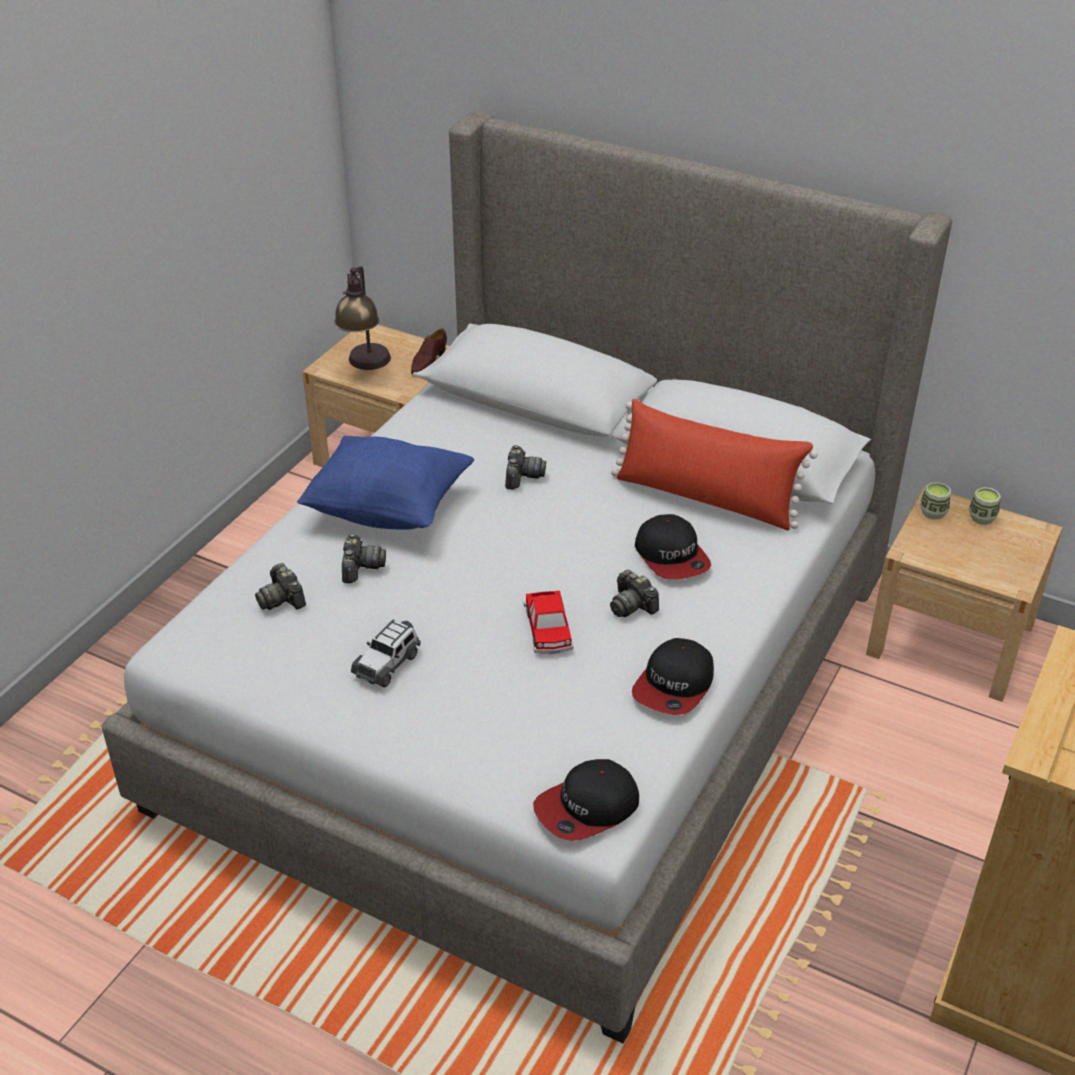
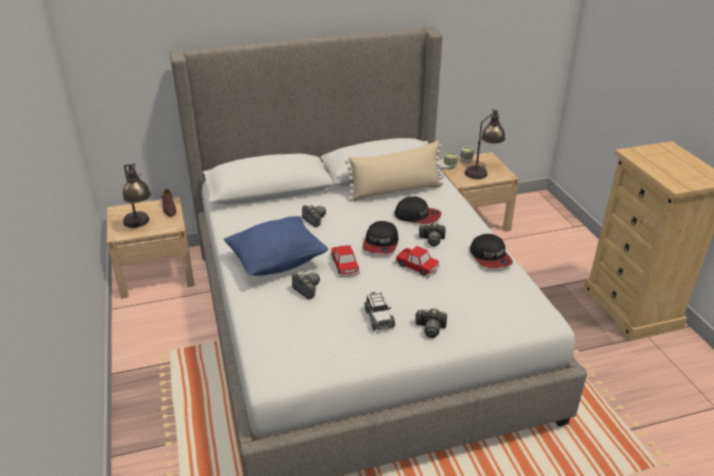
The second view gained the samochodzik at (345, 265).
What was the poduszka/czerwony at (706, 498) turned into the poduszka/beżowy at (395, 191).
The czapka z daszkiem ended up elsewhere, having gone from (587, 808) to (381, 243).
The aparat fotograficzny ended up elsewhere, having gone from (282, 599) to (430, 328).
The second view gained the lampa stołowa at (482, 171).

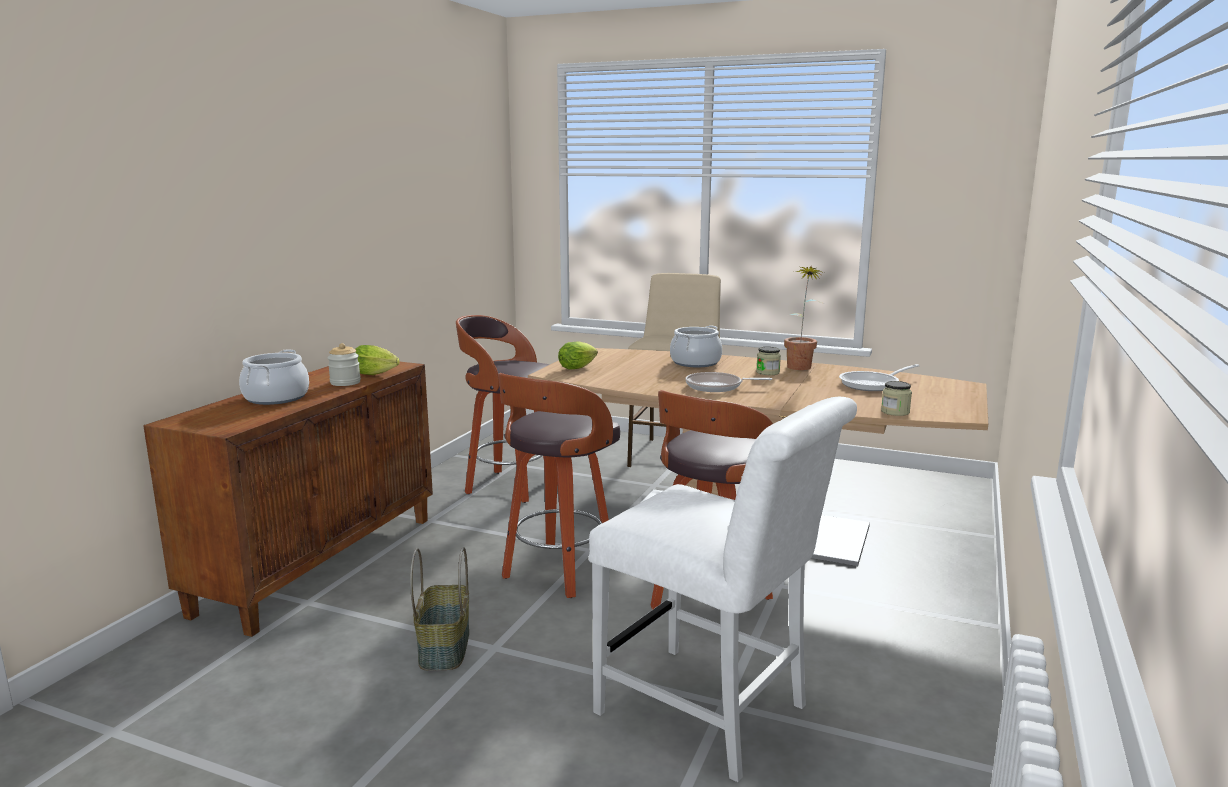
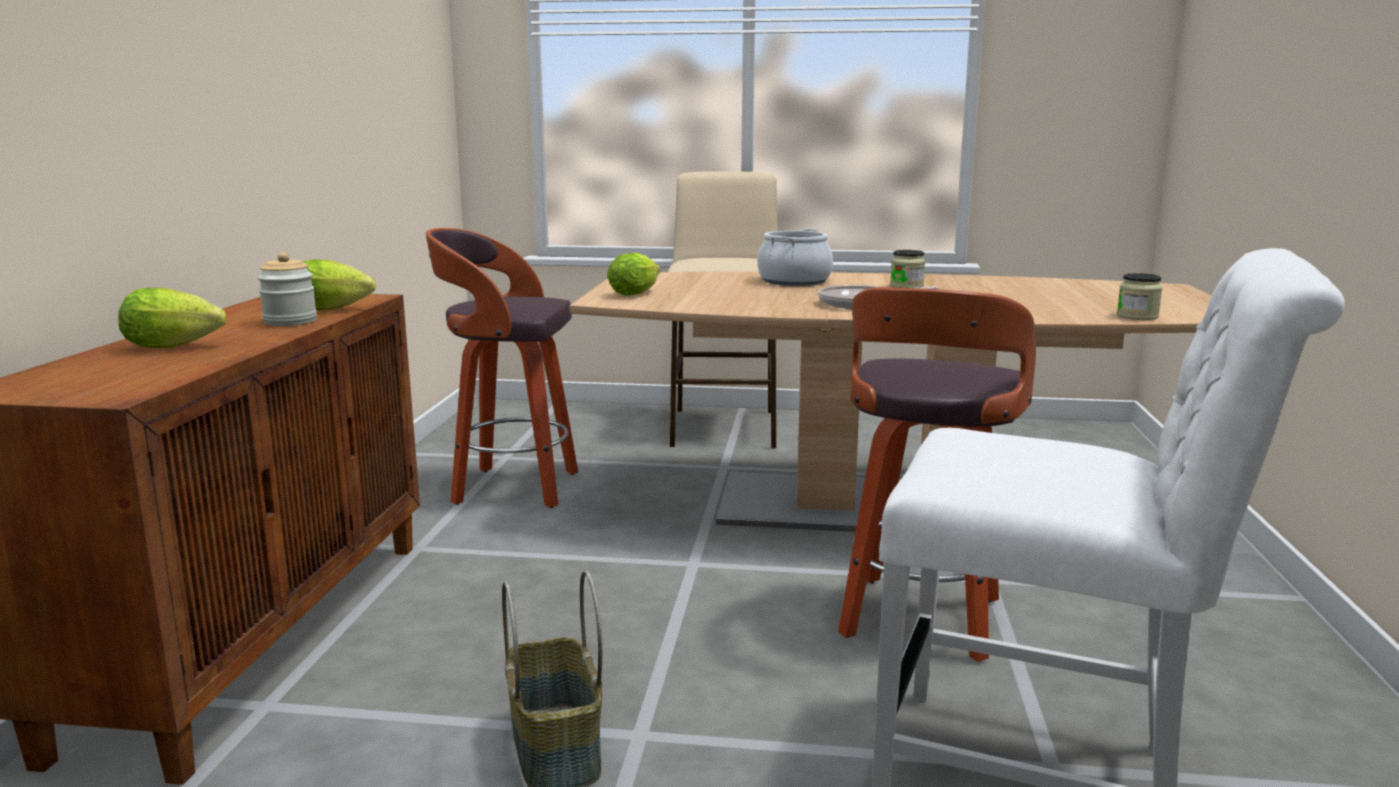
Where the garnek stood at (276, 398), the sałata came to stand at (178, 347).
The second view lost the stołek at (558, 573).
The second view lost the roślina doniczkowa at (801, 365).
The second view lost the patelnia at (873, 384).

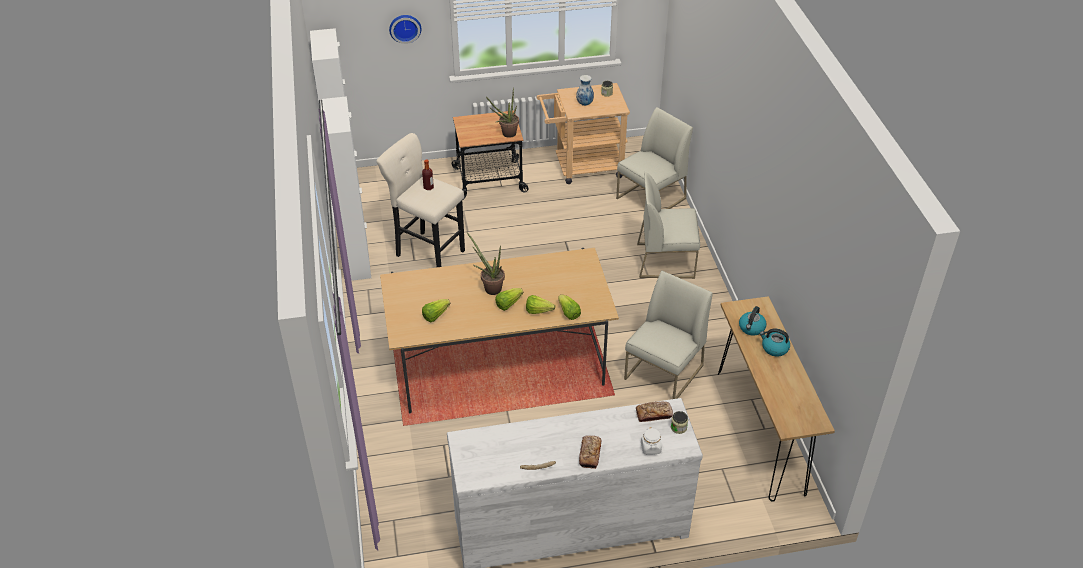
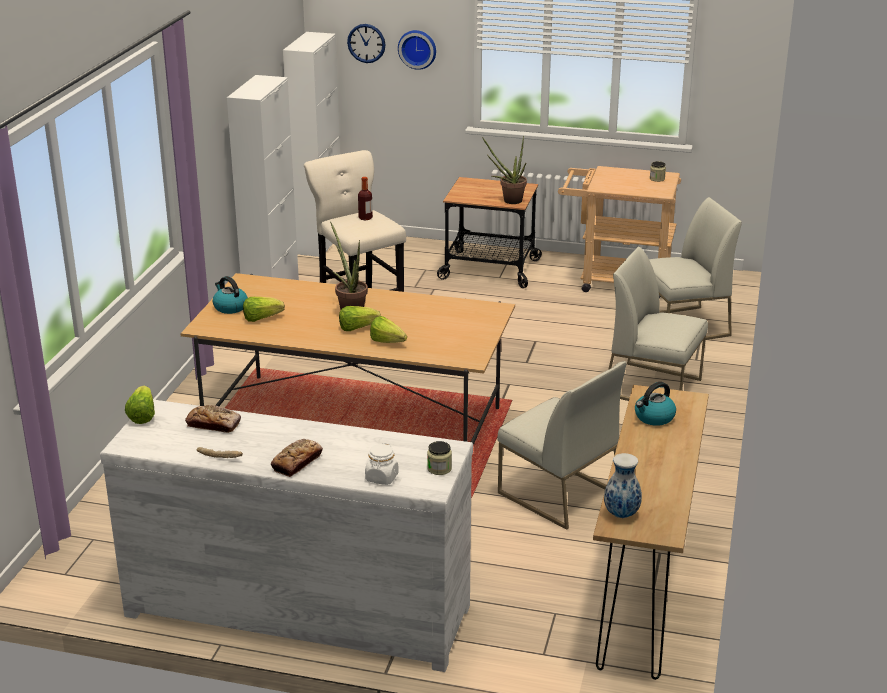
The sałata ended up elsewhere, having gone from (568, 313) to (142, 415).
The chleb ended up elsewhere, having gone from (653, 414) to (213, 424).
The czajnik ended up elsewhere, having gone from (774, 348) to (230, 307).
The second view gained the zegar ścienny at (366, 43).
The krzesło/biały at (664, 373) ended up facing another way, 75 degrees clockwise from before.
The wazon ended up elsewhere, having gone from (584, 104) to (621, 515).

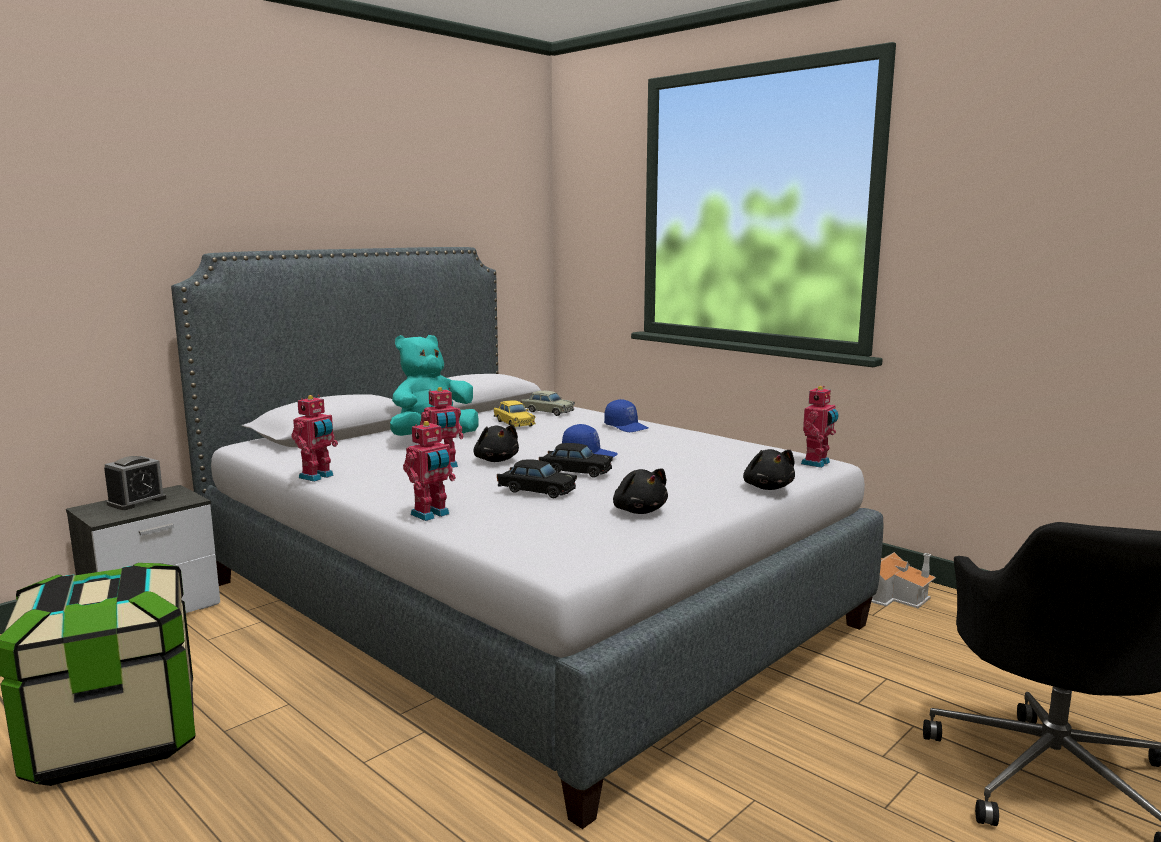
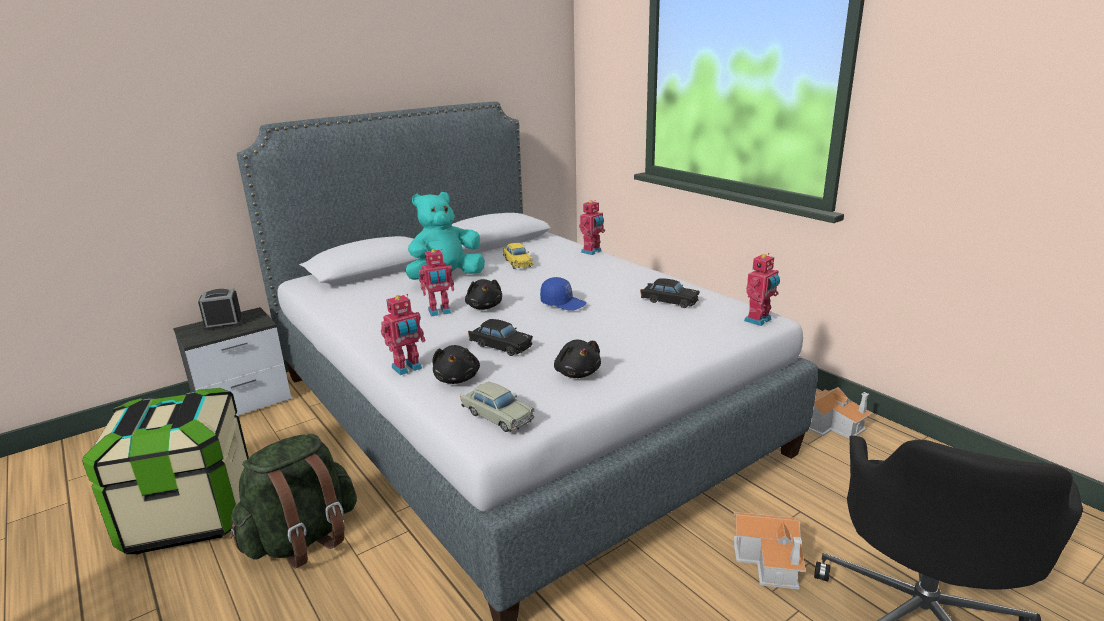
The budzik at (136, 501) ended up facing another way, 150 degrees counterclockwise from before.
The second view gained the plecak/zielony at (302, 539).
The pluszak/czarny ended up elsewhere, having gone from (767, 487) to (457, 378).
The samochodzik/beżowy ended up elsewhere, having gone from (547, 411) to (497, 416).
The robot zabawkowy ended up elsewhere, having gone from (317, 477) to (592, 252).
The samochodzik/czarny ended up elsewhere, having gone from (575, 471) to (669, 301).
The second view gained the domek at (770, 561).
The second view lost the czapka z daszkiem/niebieski at (626, 427).

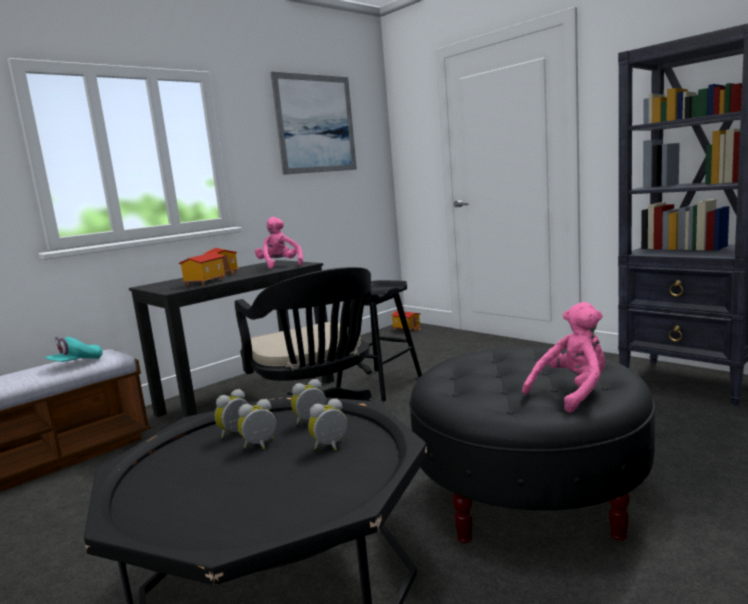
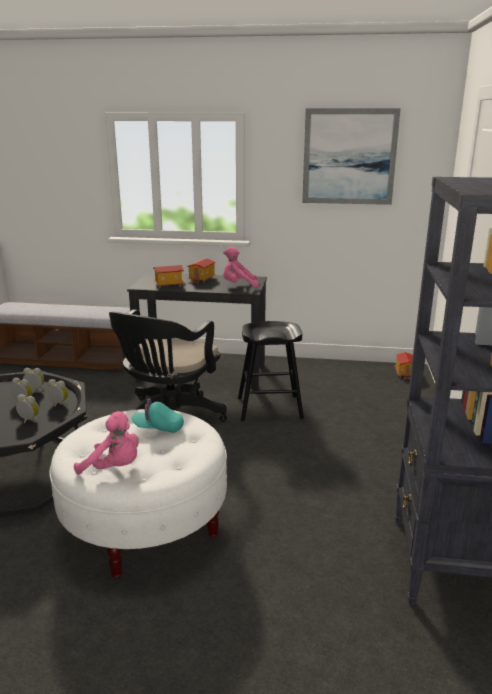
What was the pufa/czarny at (529, 495) turned into the pufa/biały at (145, 524).
The czapka z daszkiem/turkusowy ended up elsewhere, having gone from (76, 363) to (158, 428).
The pluszak/różowy at (280, 266) ended up facing another way, 120 degrees counterclockwise from before.

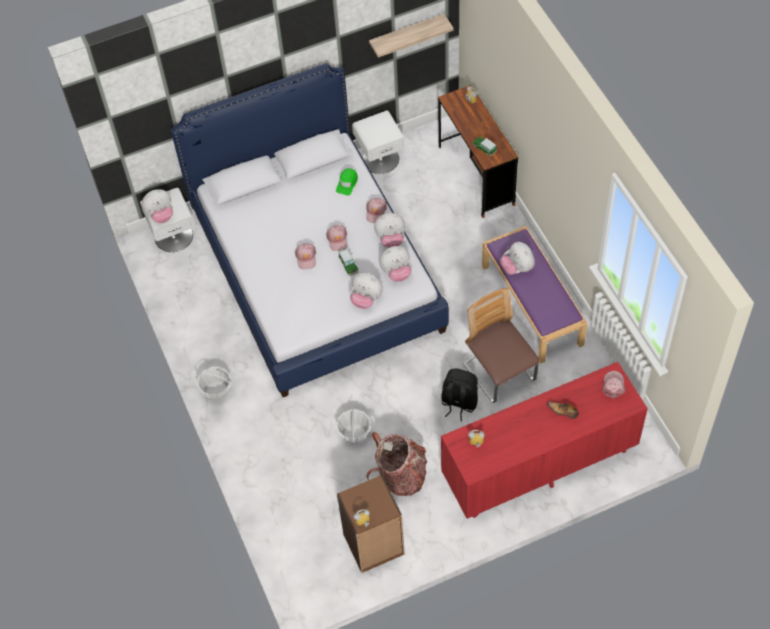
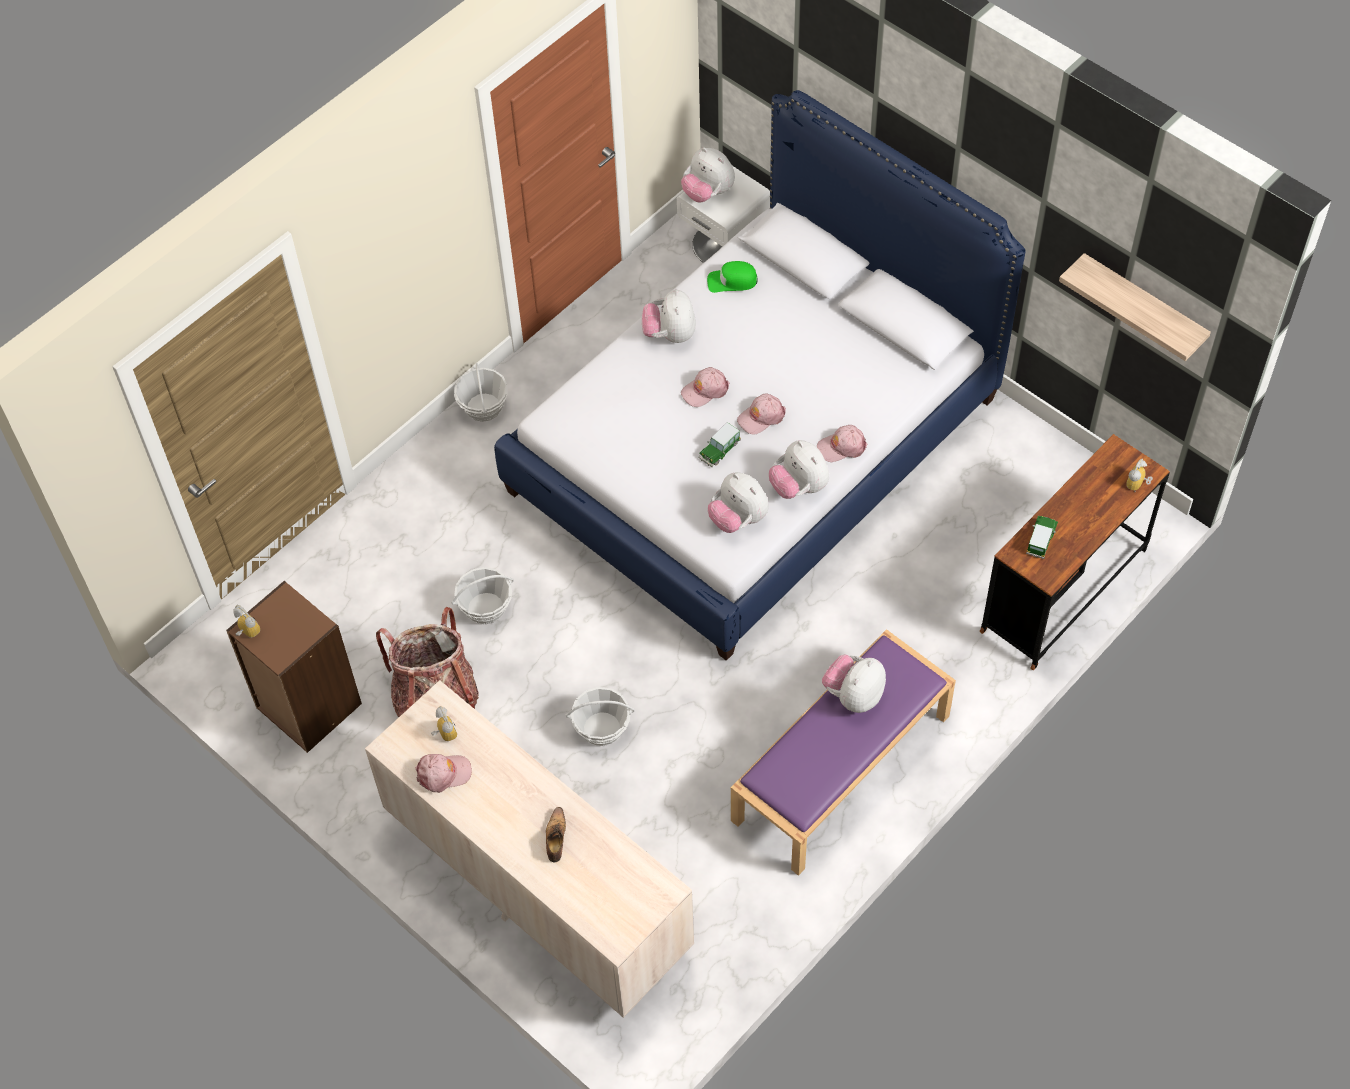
What was the komoda/czerwony at (539, 465) turned into the komoda/beżowy at (536, 885).
The czapka z daszkiem/różowy ended up elsewhere, having gone from (613, 385) to (443, 773).
Where the plecak/czarny stood at (459, 403), the koszyk came to stand at (602, 729).
The pluszak ended up elsewhere, having gone from (366, 299) to (670, 334).
The czapka z daszkiem/zielony ended up elsewhere, having gone from (347, 183) to (732, 281).
The second view lost the szafka nocna/biały at (380, 158).
The second view lost the krzesło at (499, 373).

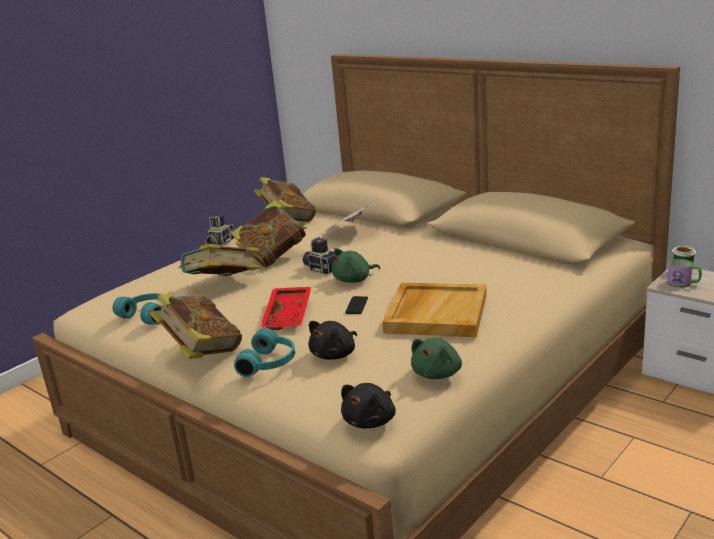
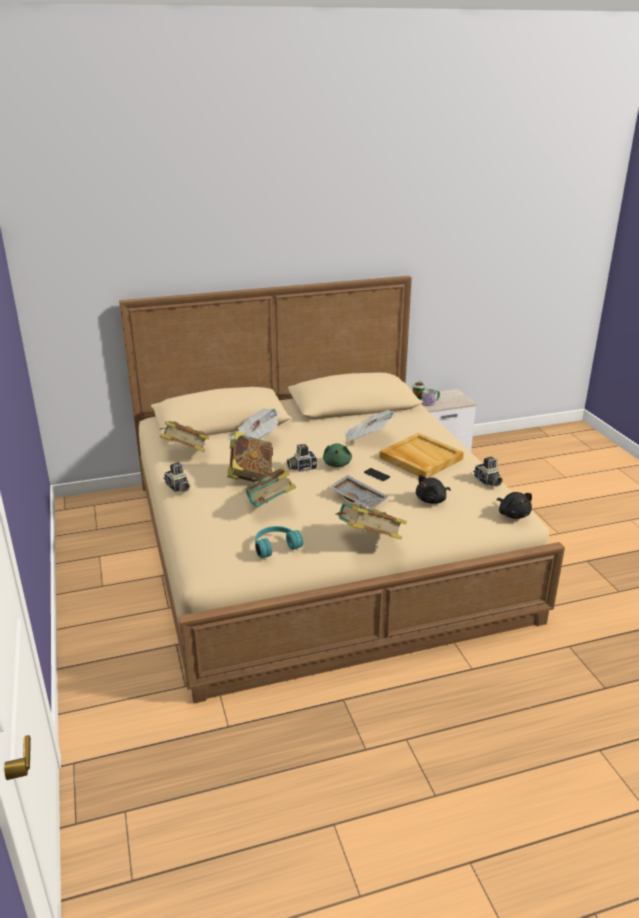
What was the taca/czerwony at (289, 316) turned into the taca/szary at (359, 498).
The second view gained the gazeta at (367, 437).
The pluszak/czarny at (335, 354) ended up facing another way, 75 degrees clockwise from before.
Where the pluszak/zielony stood at (438, 373), the aparat fotograficzny came to stand at (487, 481).
The second view lost the słuchawki/turkusowy at (270, 363).

